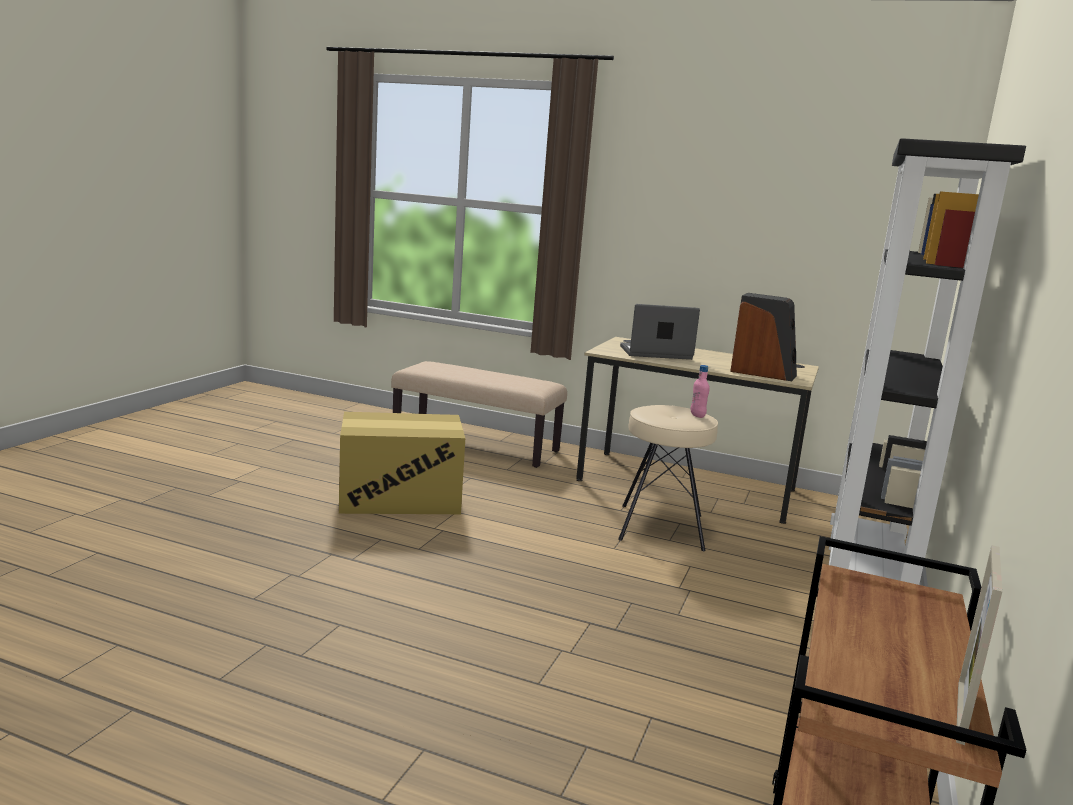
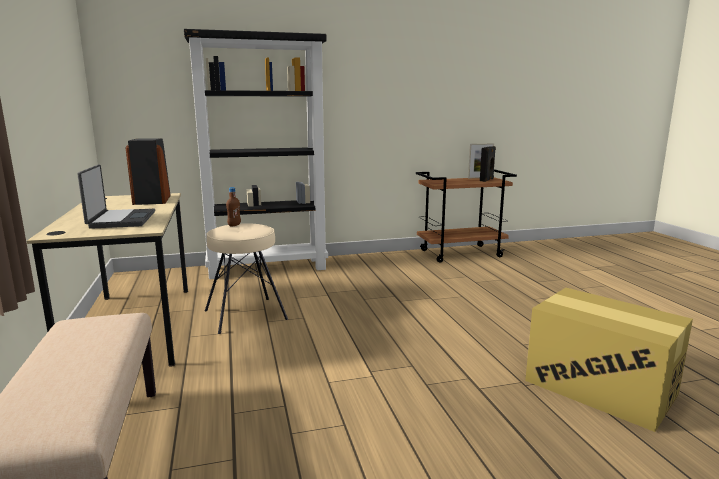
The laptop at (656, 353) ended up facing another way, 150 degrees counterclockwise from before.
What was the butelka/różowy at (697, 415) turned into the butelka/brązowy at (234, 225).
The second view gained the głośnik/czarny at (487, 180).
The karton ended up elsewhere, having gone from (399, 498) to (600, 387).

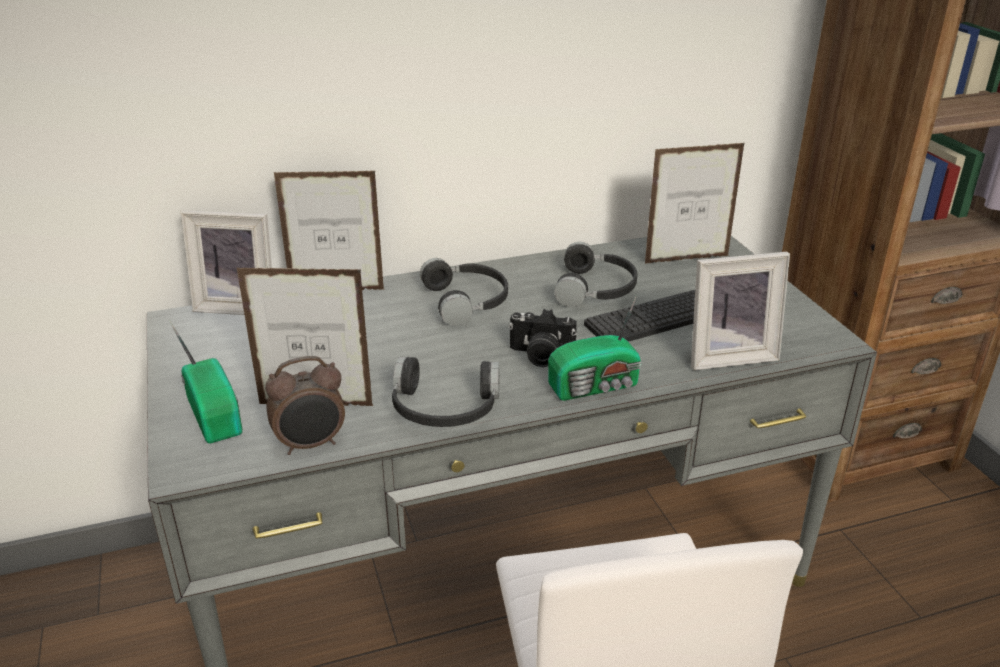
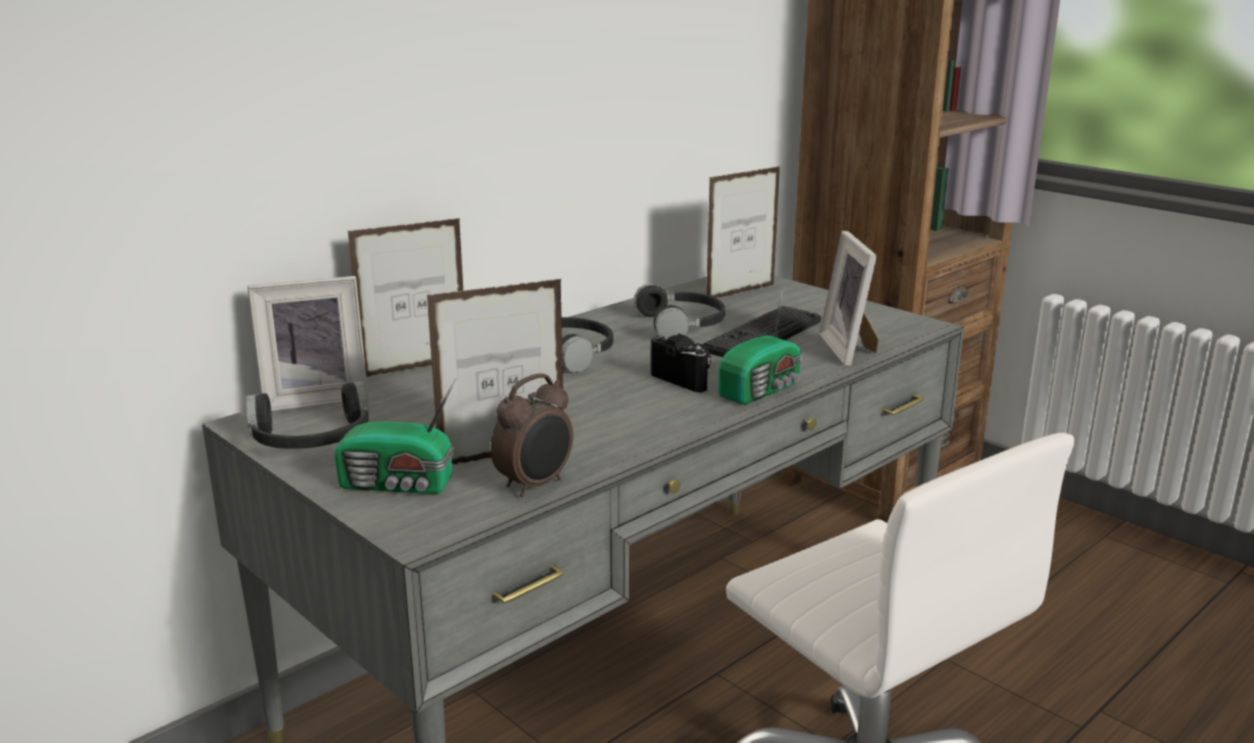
The słuchawki/czarny ended up elsewhere, having gone from (444, 409) to (312, 439).
The radio at (216, 414) ended up facing another way, 150 degrees clockwise from before.
The aparat fotograficzny at (540, 355) ended up facing another way, 120 degrees counterclockwise from before.
The ramka na zdjęcie at (728, 355) ended up facing another way, 120 degrees clockwise from before.

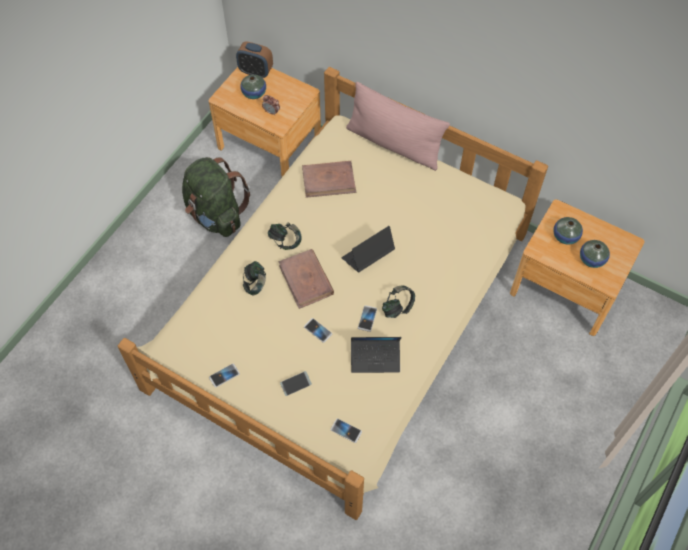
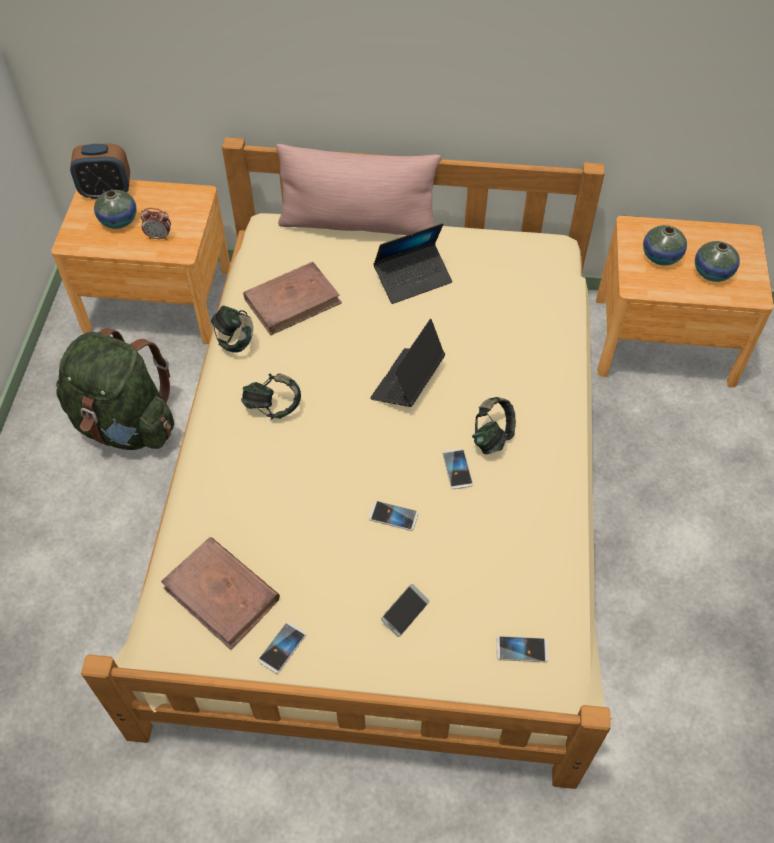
The książka/brązowy ended up elsewhere, having gone from (306, 280) to (222, 594).
The słuchawki ended up elsewhere, having gone from (255, 284) to (235, 340).
The laptop ended up elsewhere, having gone from (375, 358) to (413, 279).

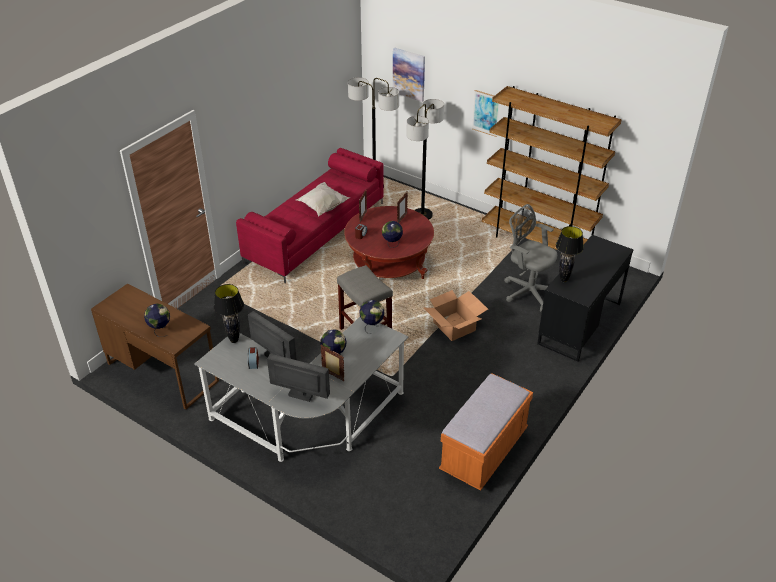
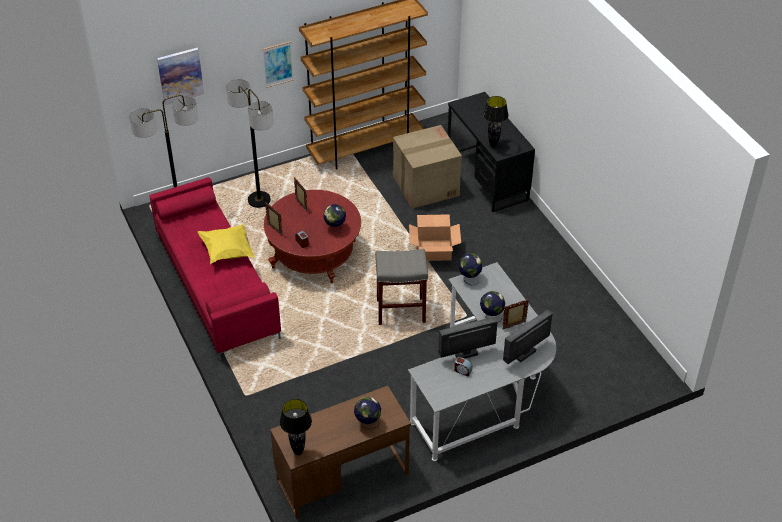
What was the poduszka/biały at (322, 207) turned into the poduszka/żółty at (228, 252).
The lampa stołowa/czarny ended up elsewhere, having gone from (234, 340) to (298, 452).
Where the krzesło biurowe/szary stood at (527, 291), the karton came to stand at (425, 186).
The second view lost the ławka/pomarańczowy at (484, 451).

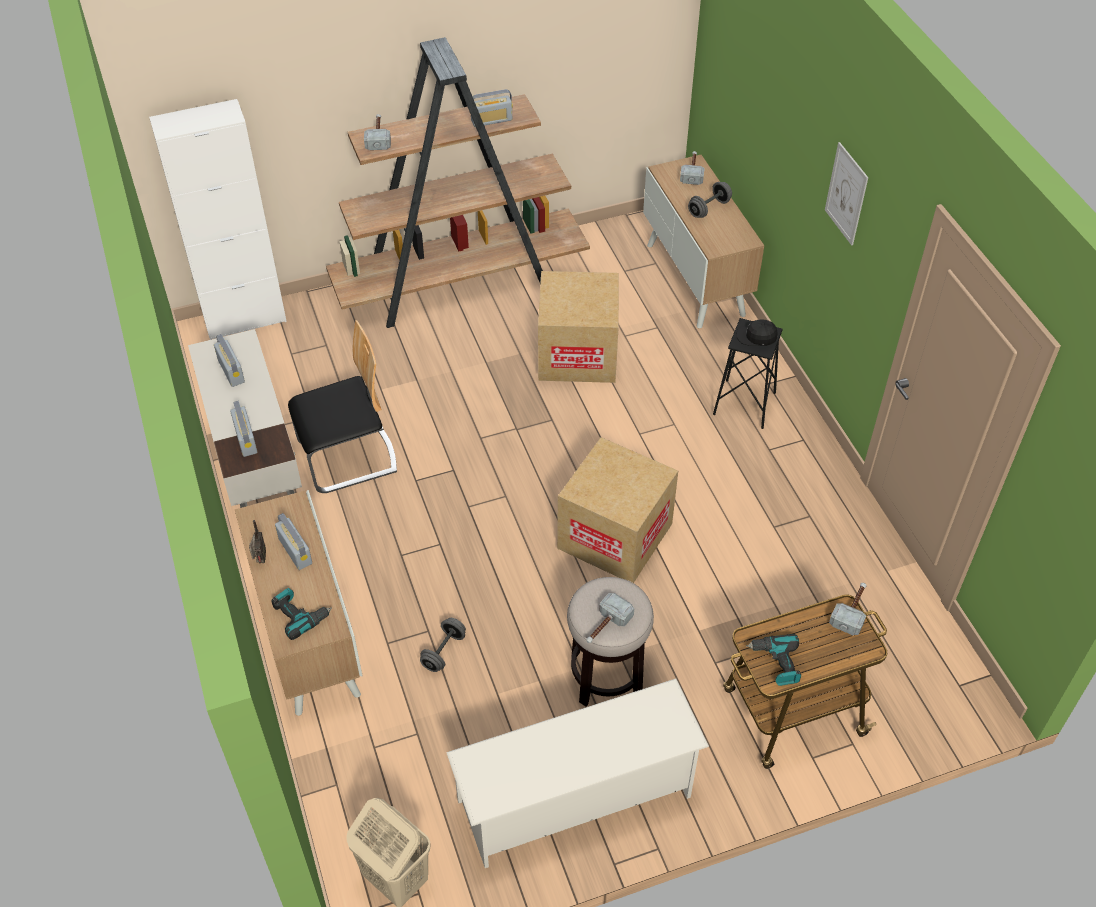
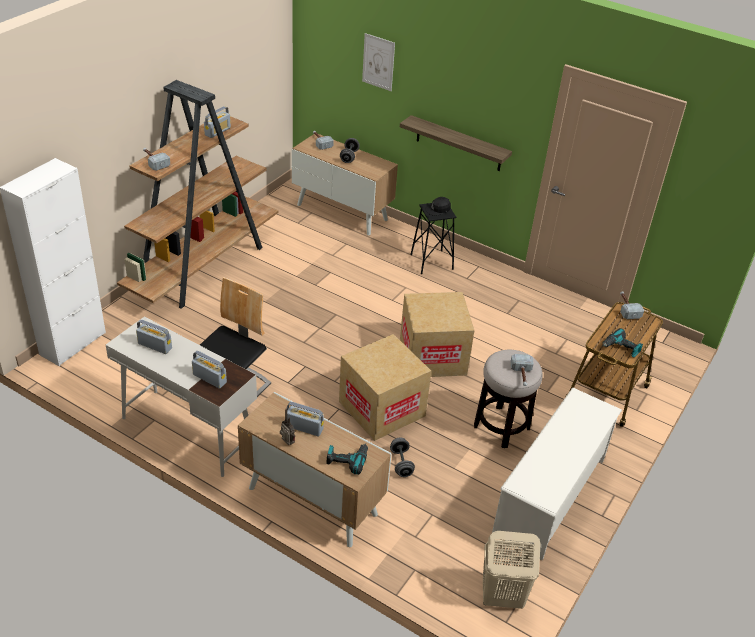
The karton ended up elsewhere, having gone from (577, 354) to (382, 409).
The obraz ended up elsewhere, having gone from (846, 194) to (378, 62).
The second view gained the półka at (459, 144).

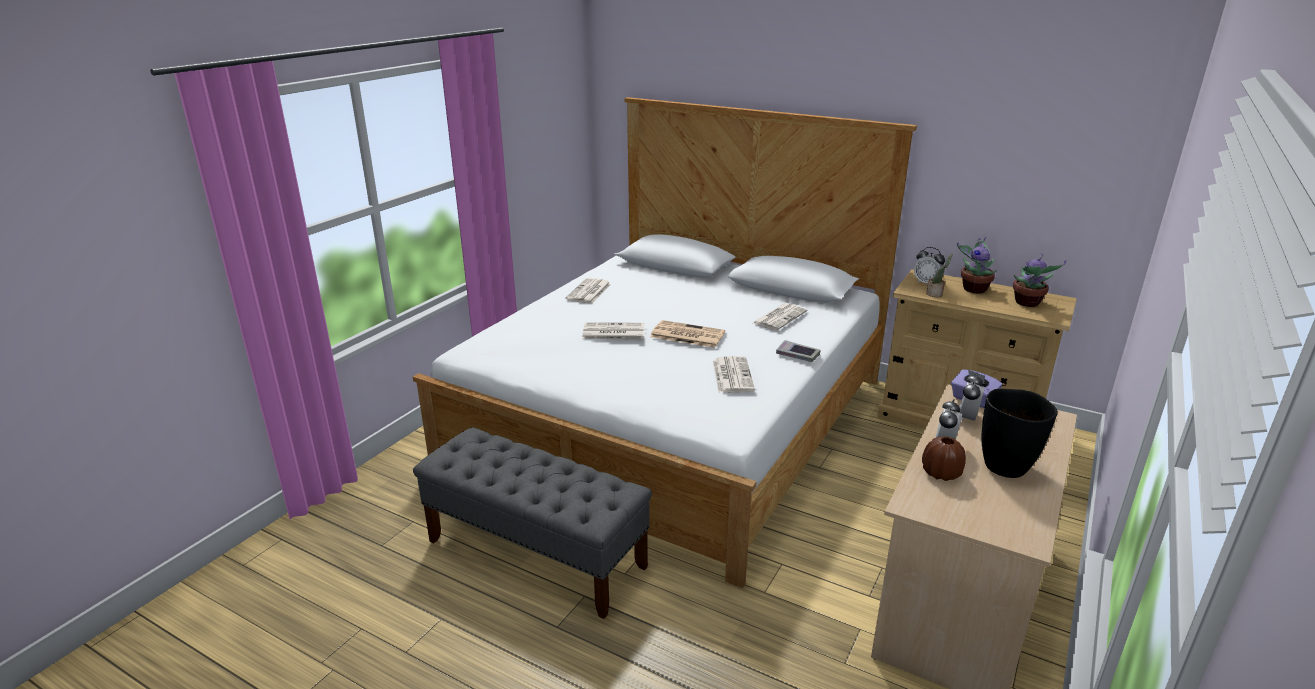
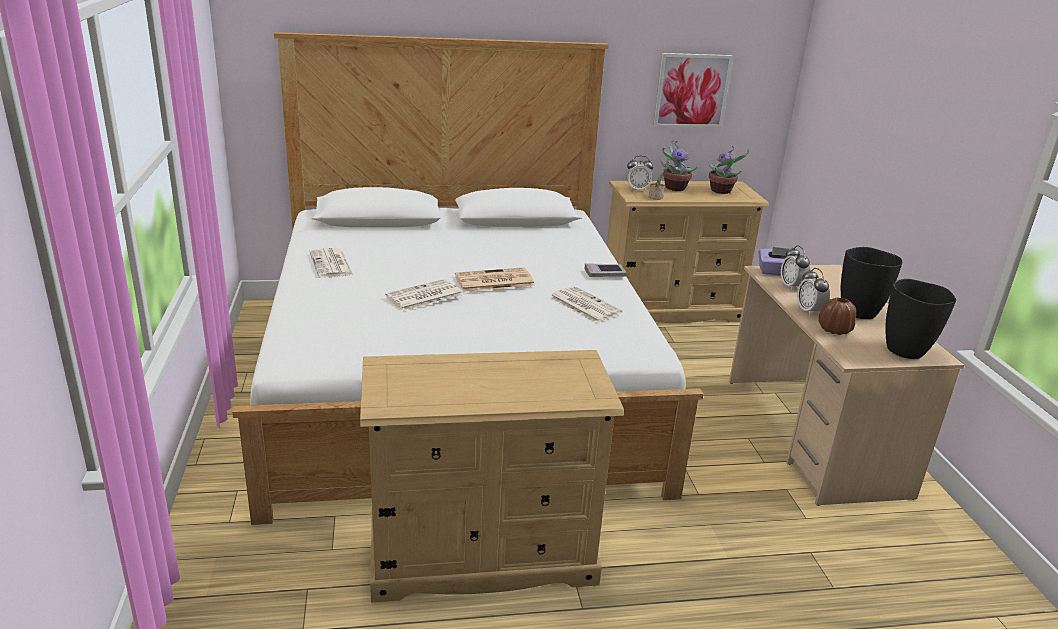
Where the ławka/szary stood at (537, 554), the komoda/beżowy came to stand at (482, 555).
The second view gained the obraz at (692, 91).
The second view gained the wazon/czarny at (906, 351).
The second view lost the gazeta at (779, 317).

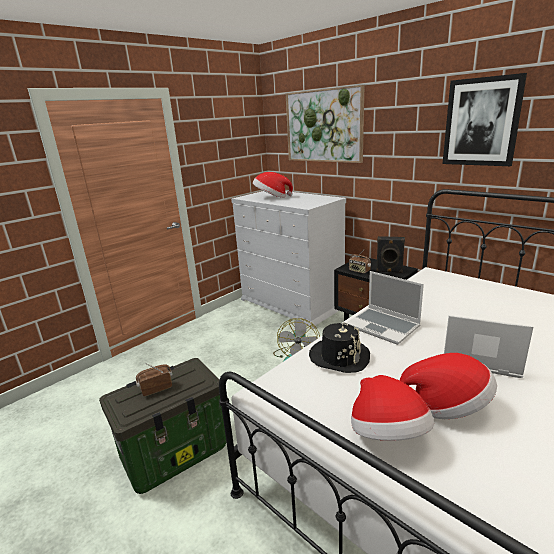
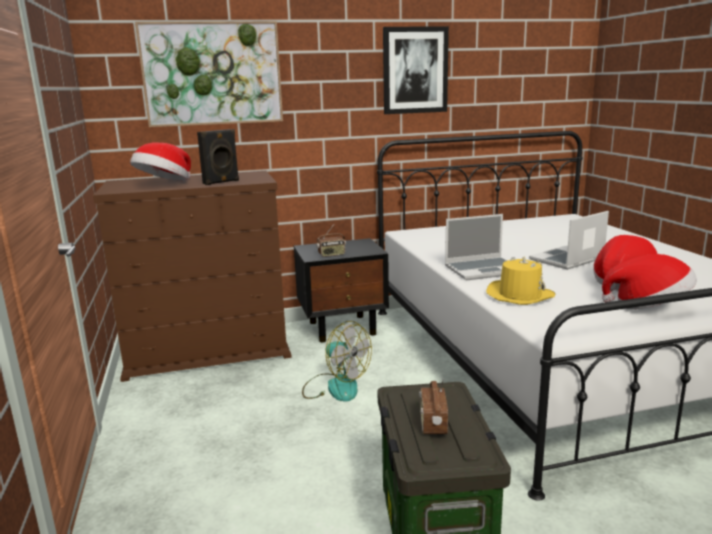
What was the komoda/biały at (292, 303) turned into the komoda/brązowy at (208, 350).
The głośnik/czarny ended up elsewhere, having gone from (389, 271) to (221, 182).
What was the kapelusz/czarny at (339, 357) turned into the kapelusz/żółty at (519, 295).

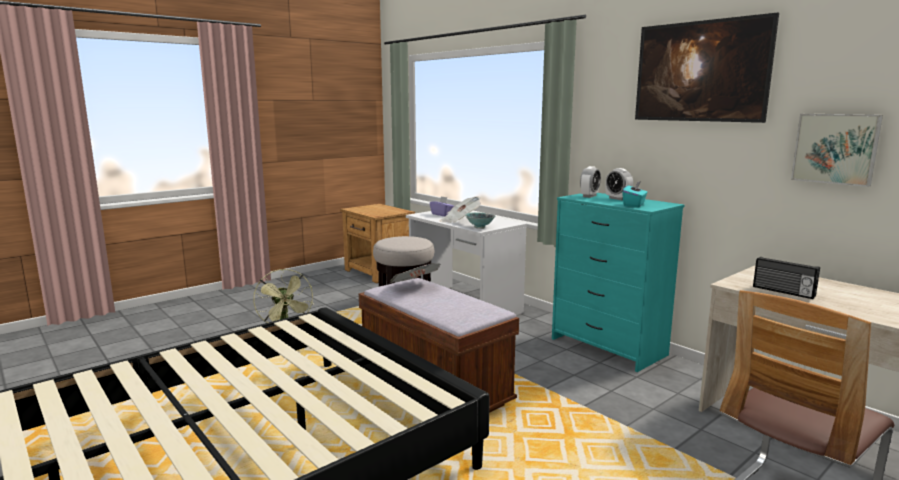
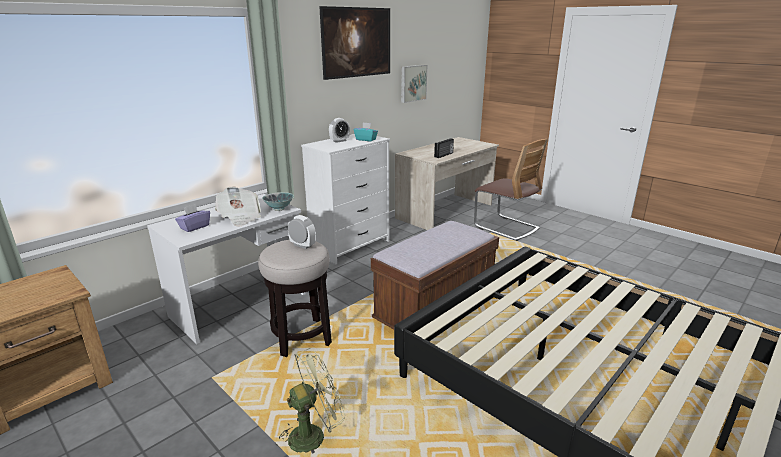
The budzik ended up elsewhere, having gone from (589, 196) to (302, 245).
What was the komoda/turkusowy at (607, 347) turned into the komoda/biały at (350, 246).
The second view lost the gazeta at (415, 287).

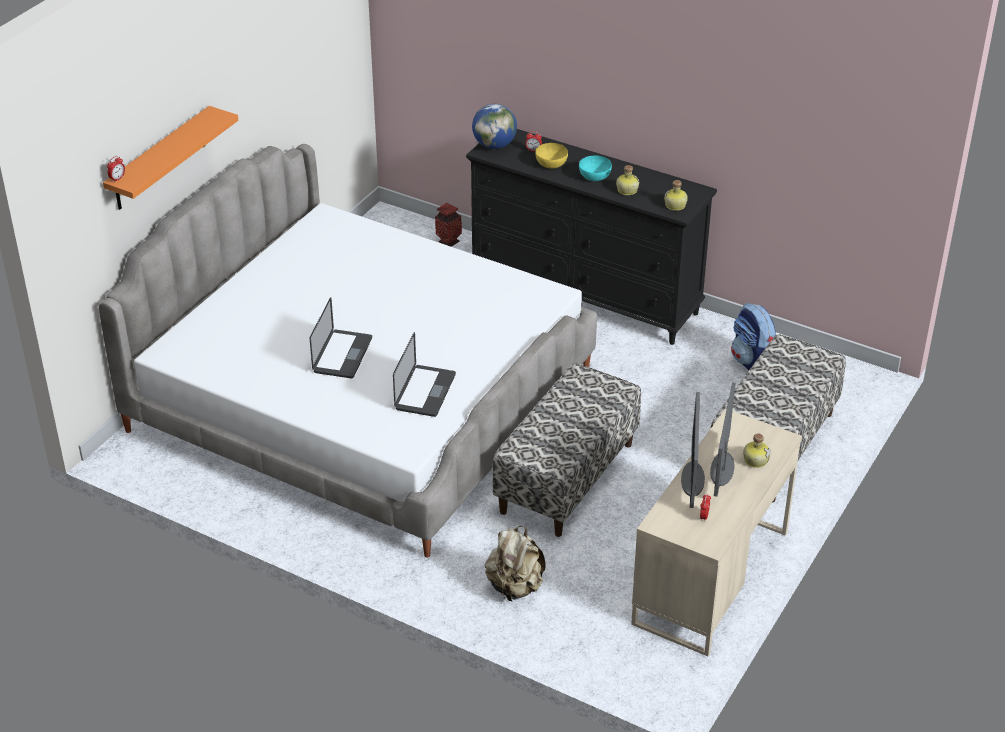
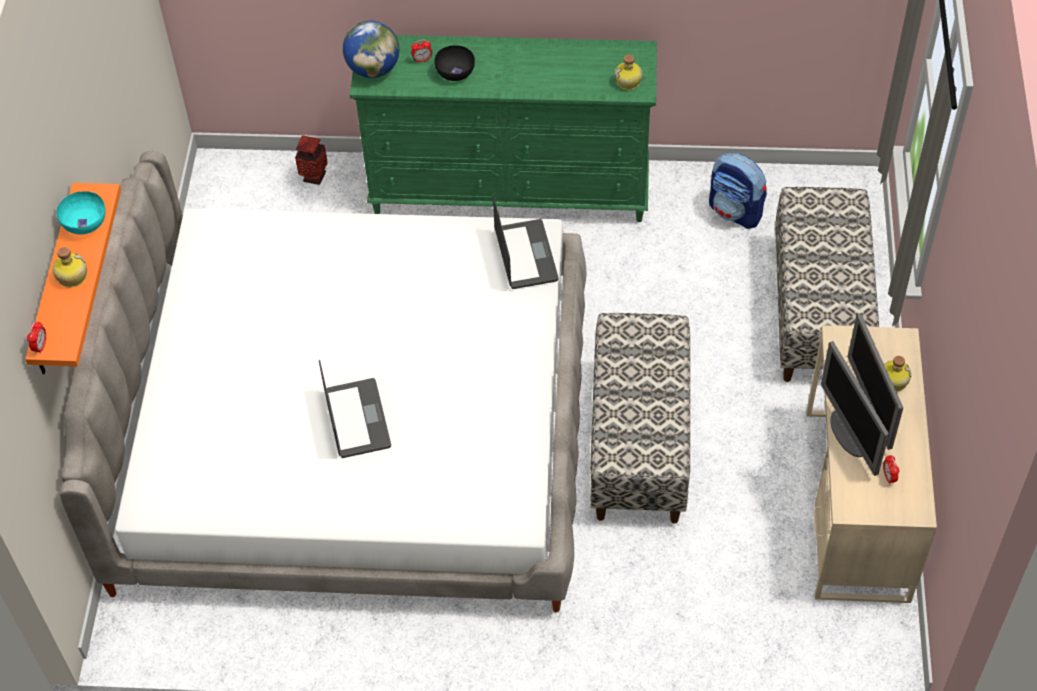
The butelka ended up elsewhere, having gone from (626, 190) to (71, 276).
The miska/turkusowy ended up elsewhere, having gone from (594, 177) to (85, 223).
What was the komoda/czarny at (586, 295) turned into the komoda/zielony at (511, 191).
What was the miska/żółty at (551, 163) turned into the miska/czarny at (454, 72).
The laptop ended up elsewhere, having gone from (425, 392) to (526, 255).
The second view lost the plecak/beżowy at (515, 587).

